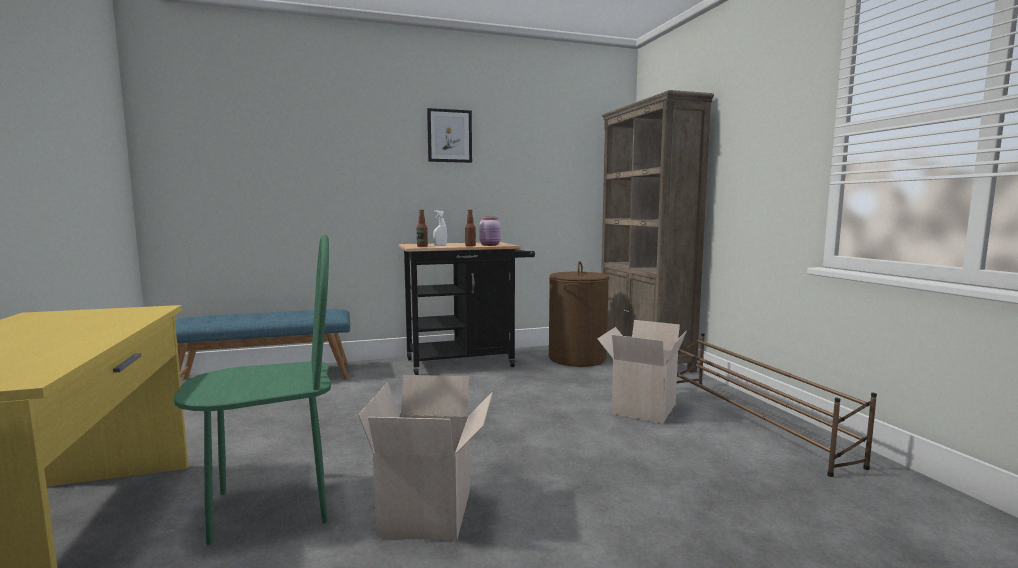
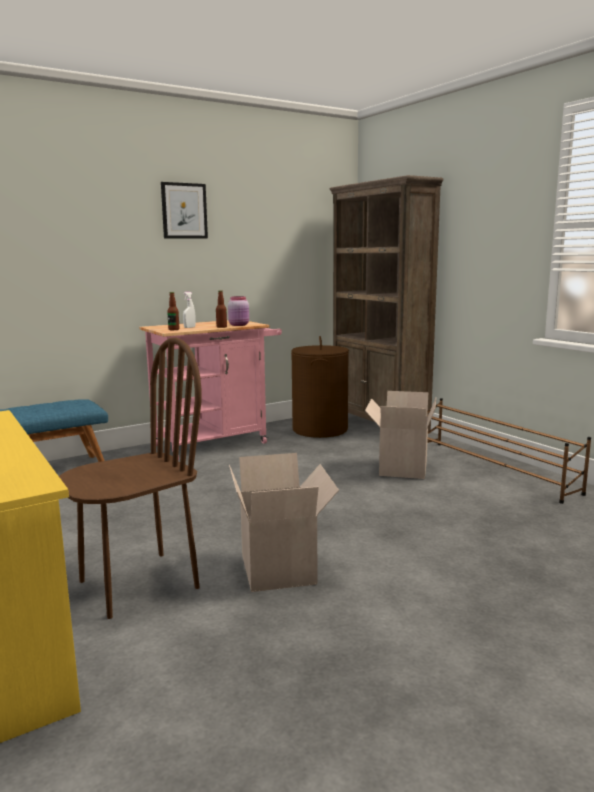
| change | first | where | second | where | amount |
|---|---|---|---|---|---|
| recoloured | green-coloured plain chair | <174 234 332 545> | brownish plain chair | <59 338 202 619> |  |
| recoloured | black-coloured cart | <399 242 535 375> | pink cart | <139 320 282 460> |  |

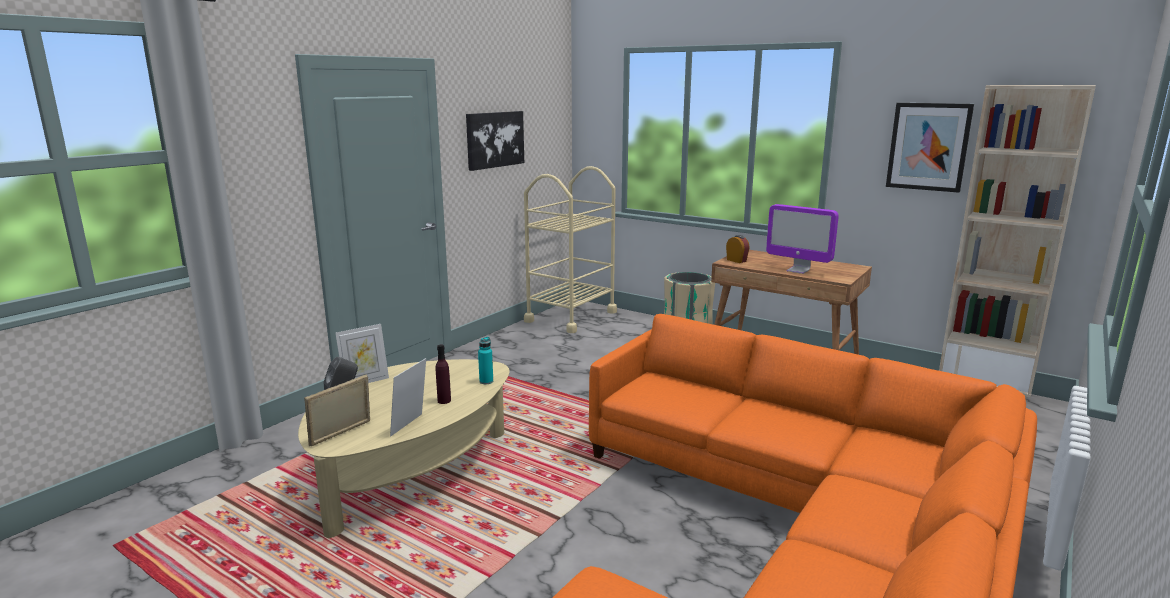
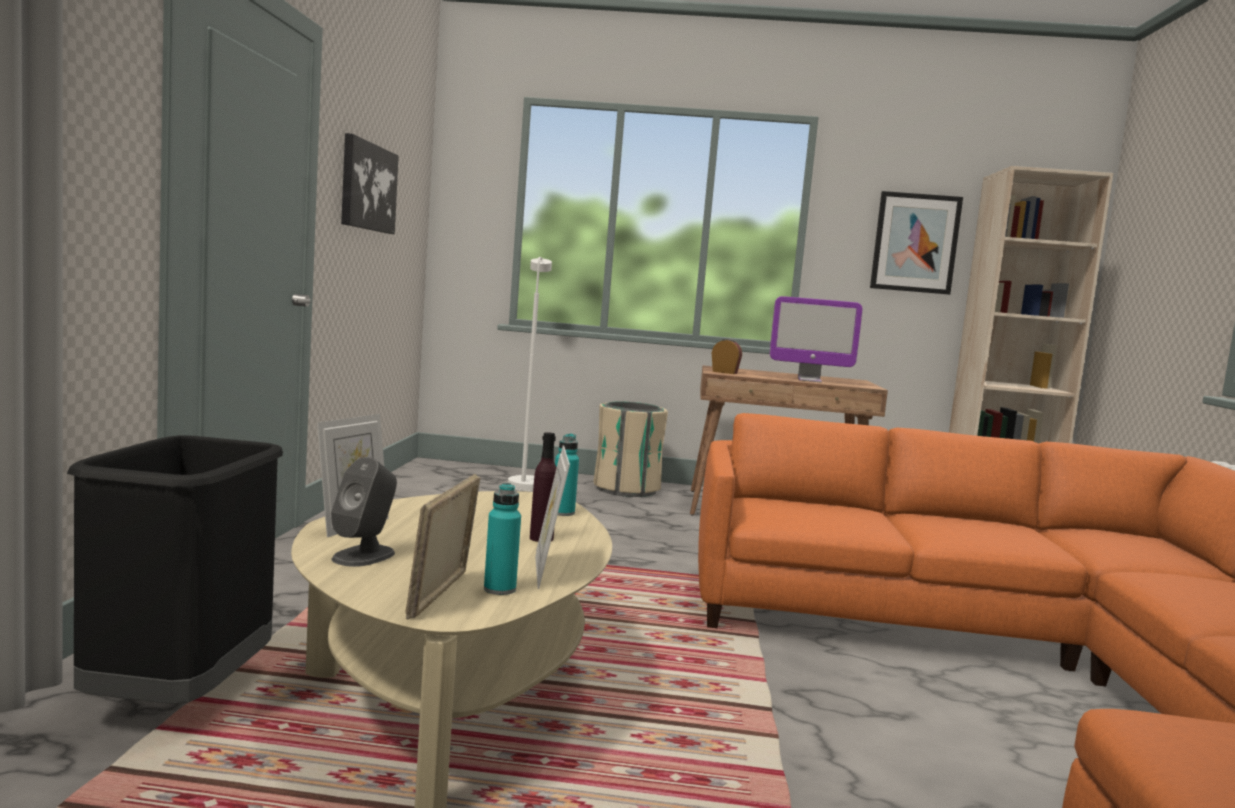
| change | first | where | second | where | amount |
|---|---|---|---|---|---|
| removed | sand-coloured cart | <524 166 617 333> |  |  |  |
| added |  |  | black-coloured trash can | <67 435 283 704> |  |
| added |  |  | turquoise beverage bottle | <484 483 521 595> |  |
| added |  |  | white-coloured standing lamp | <508 257 552 492> |  |

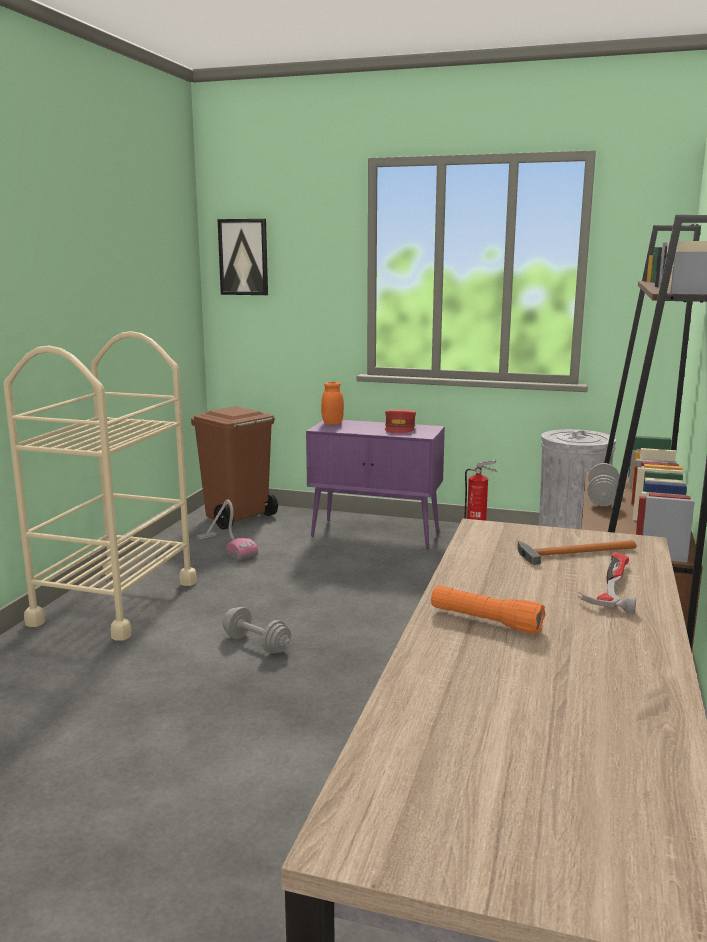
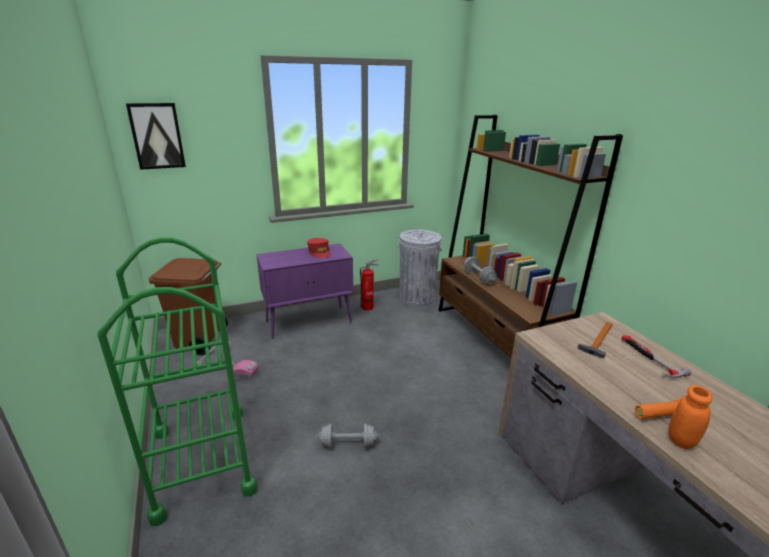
| change | first | where | second | where | amount |
|---|---|---|---|---|---|
| recoloured | sand-coloured cart | <3 331 197 641> | green-coloured cart | <97 237 257 526> |  |
| moved | orangey preserve jar | <321 382 344 425> |  | <668 385 712 449> |  |

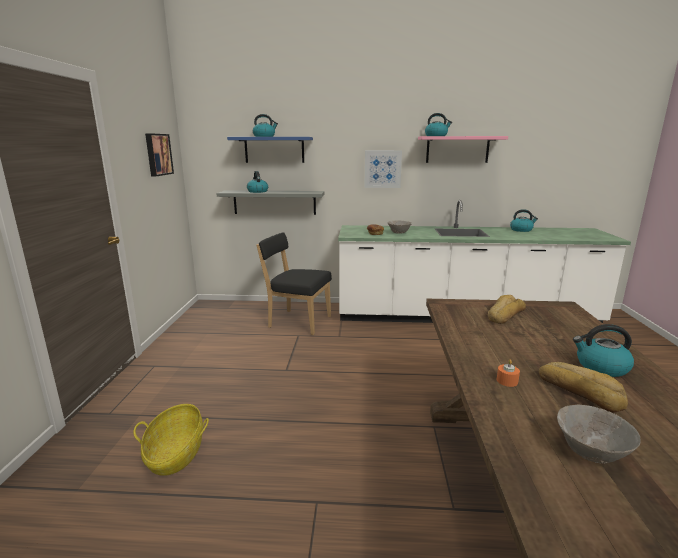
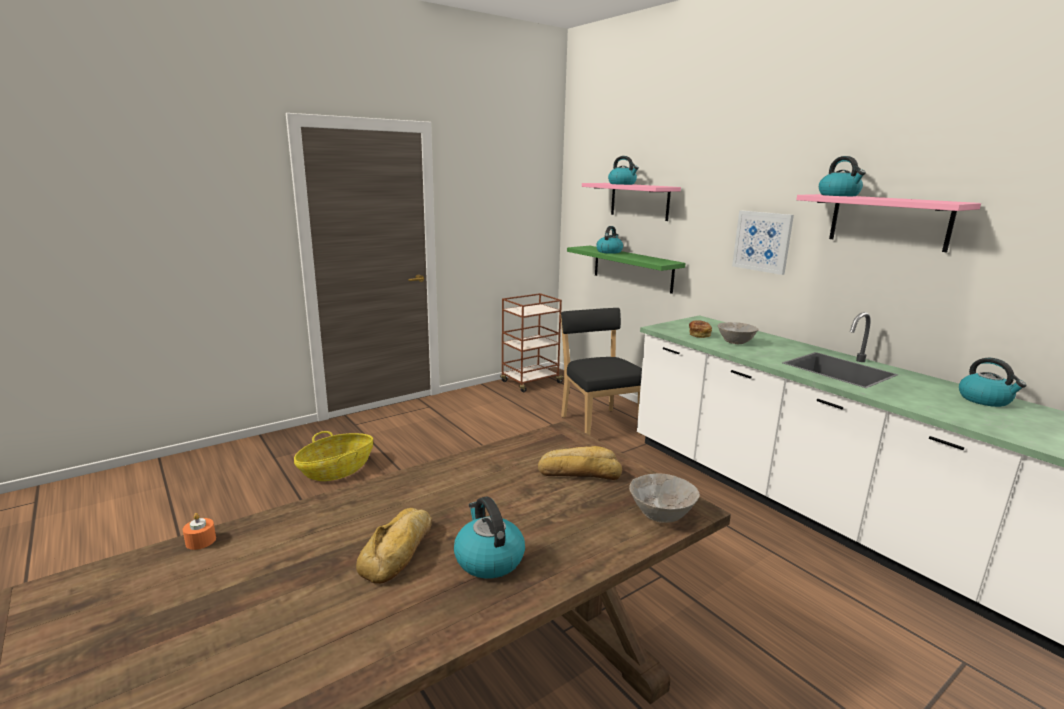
| change | first | where | second | where | amount |
|---|---|---|---|---|---|
| removed | picture | <145 133 174 176> |  |  |  |
| recoloured | greyish bracket shelf | <216 190 324 215> | green-coloured bracket shelf | <567 246 685 294> |  |
| recoloured | blue-coloured bracket shelf | <227 137 313 163> | pink bracket shelf | <582 183 681 221> |  |
| moved | orangey wax candle | <497 360 520 387> |  | <183 513 216 550> |  |
| moved | greyish serving bowl | <557 405 641 464> |  | <629 474 700 523> |  |
| added |  |  | brownish cart | <500 293 564 392> |  |

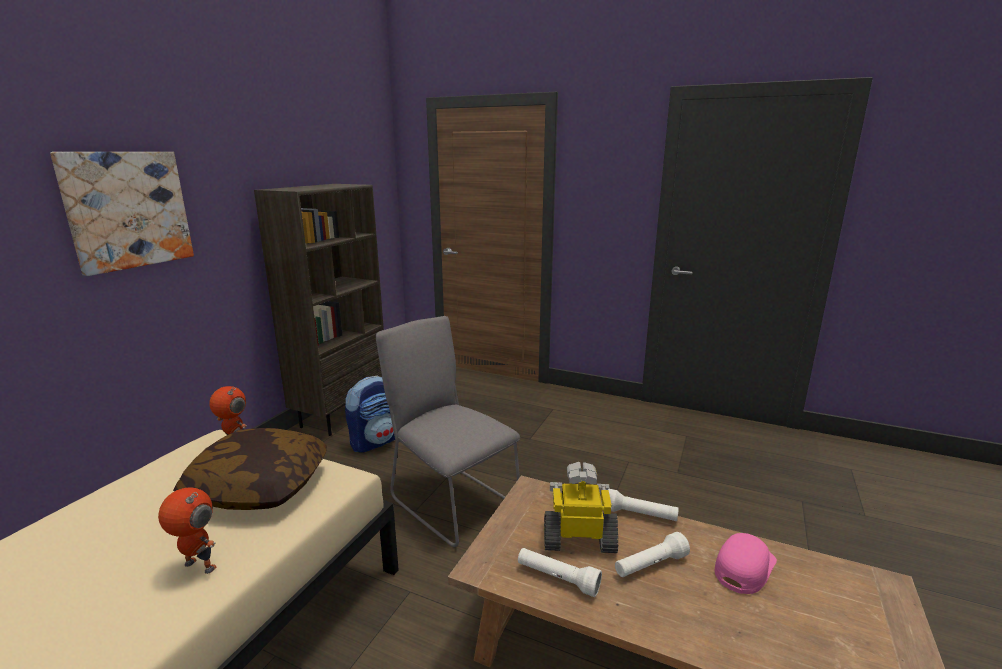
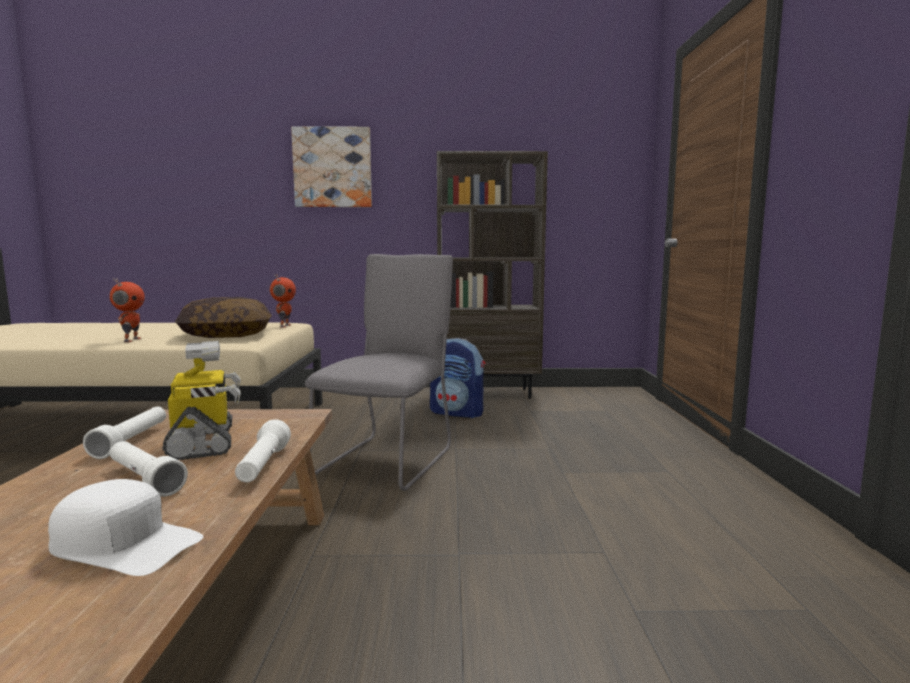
| change | first | where | second | where | amount |
|---|---|---|---|---|---|
| recoloured | pink peaked cap | <715 533 777 594> | white-coloured peaked cap | <48 479 203 576> |  |

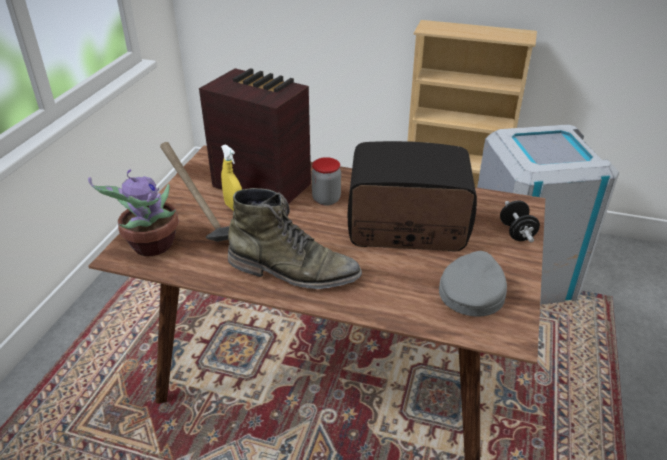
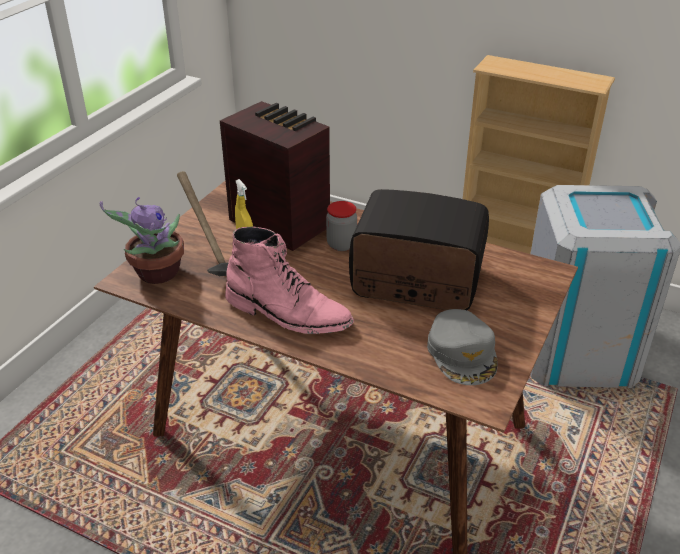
| change | first | where | second | where | amount |
|---|---|---|---|---|---|
| recoloured | green-coloured high-top boot | <228 188 362 289> | pink high-top boot | <225 227 354 334> |  |
| turned | greyish peaked cap | <439 251 507 317> |  | <427 309 498 385> | 135 degrees clockwise |
| removed | black-coloured dumbbell | <500 200 540 243> |  |  |  |

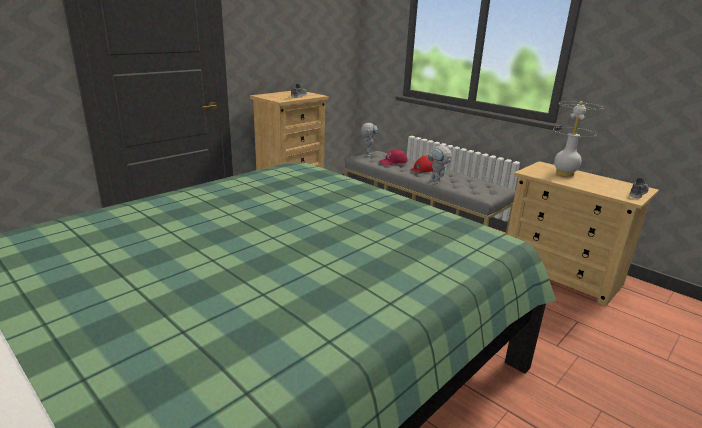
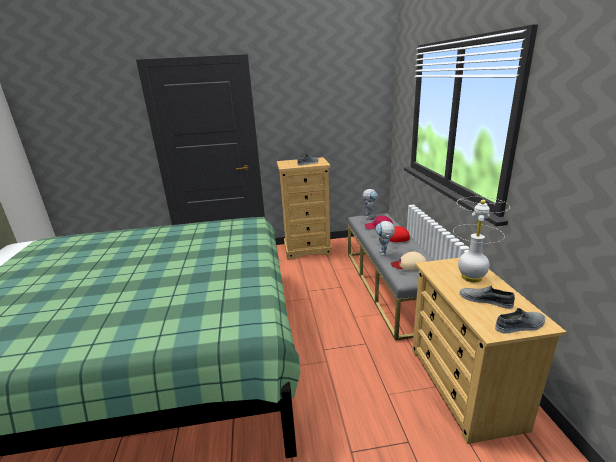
| change | first | where | second | where | amount |
|---|---|---|---|---|---|
| added |  |  | sand-coloured peaked cap | <391 252 427 271> |  |
| added |  |  | greyish shoe | <459 286 515 309> |  |

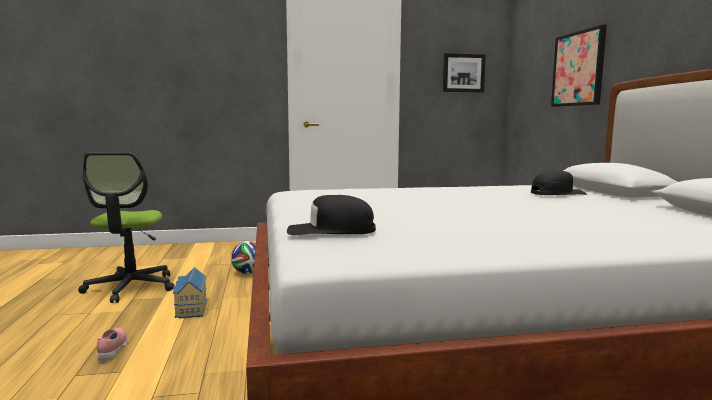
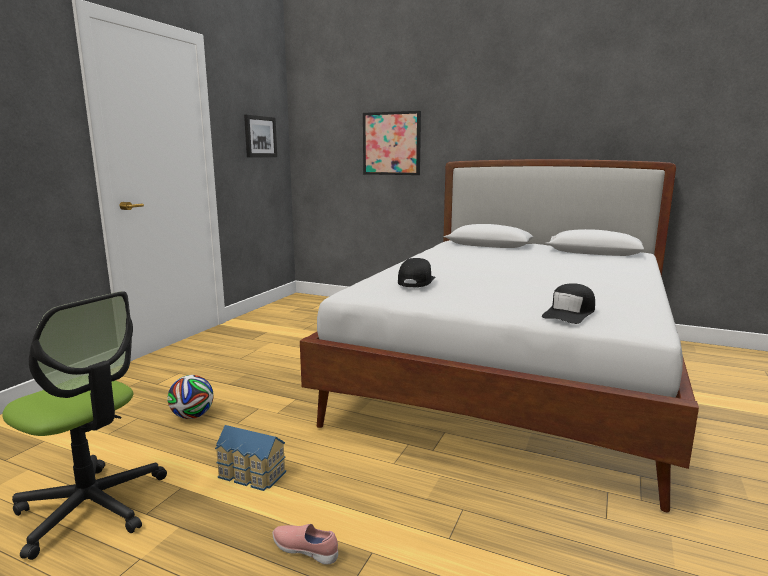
| change | first | where | second | where | amount |
|---|---|---|---|---|---|
| moved | black-coloured peaked cap | <531 170 587 195> |  | <398 258 436 287> |  |

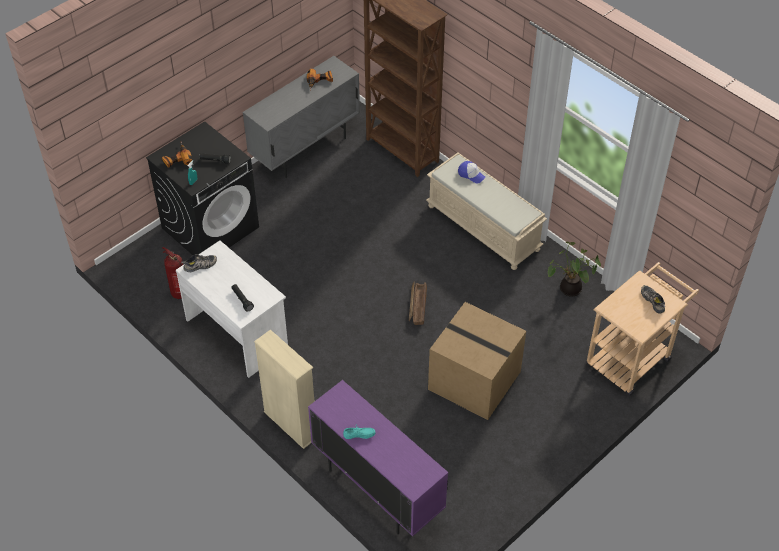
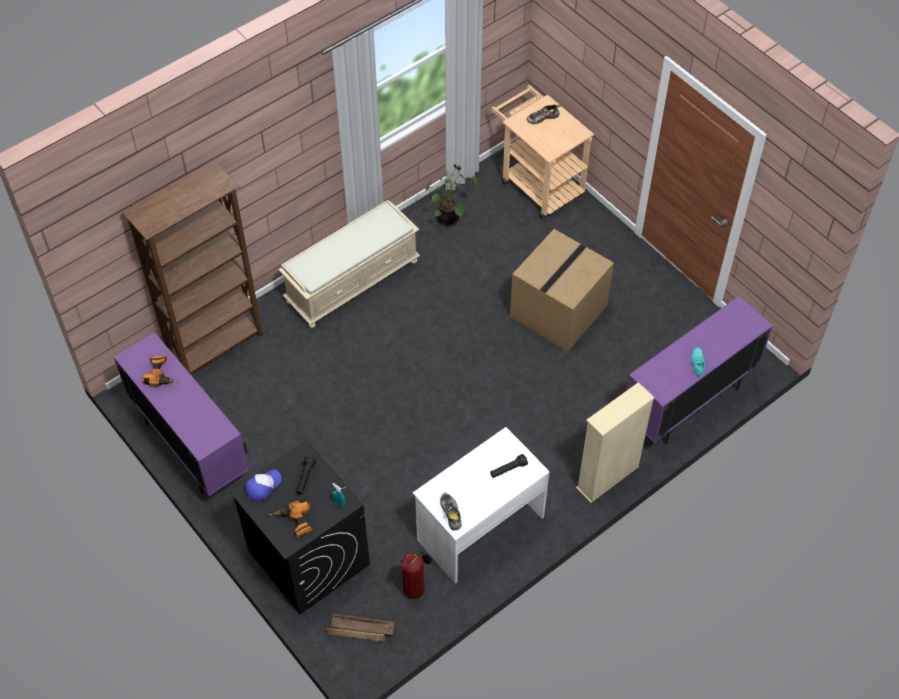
| change | first | where | second | where | amount |
|---|---|---|---|---|---|
| recoloured | greyish cabinet | <243 56 360 178> | purple cabinet | <114 332 249 496> |  |
| moved | packing crate | <409 281 427 325> |  | <326 614 395 642> |  |
| moved | peaked cap | <458 161 485 184> |  | <246 470 282 501> |  |

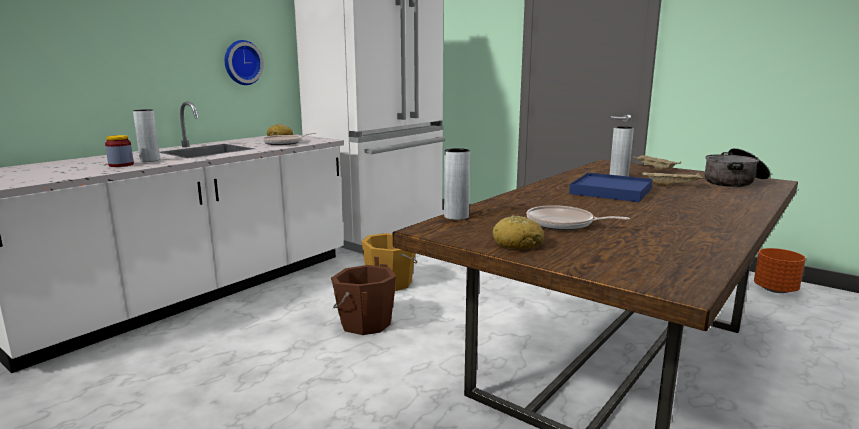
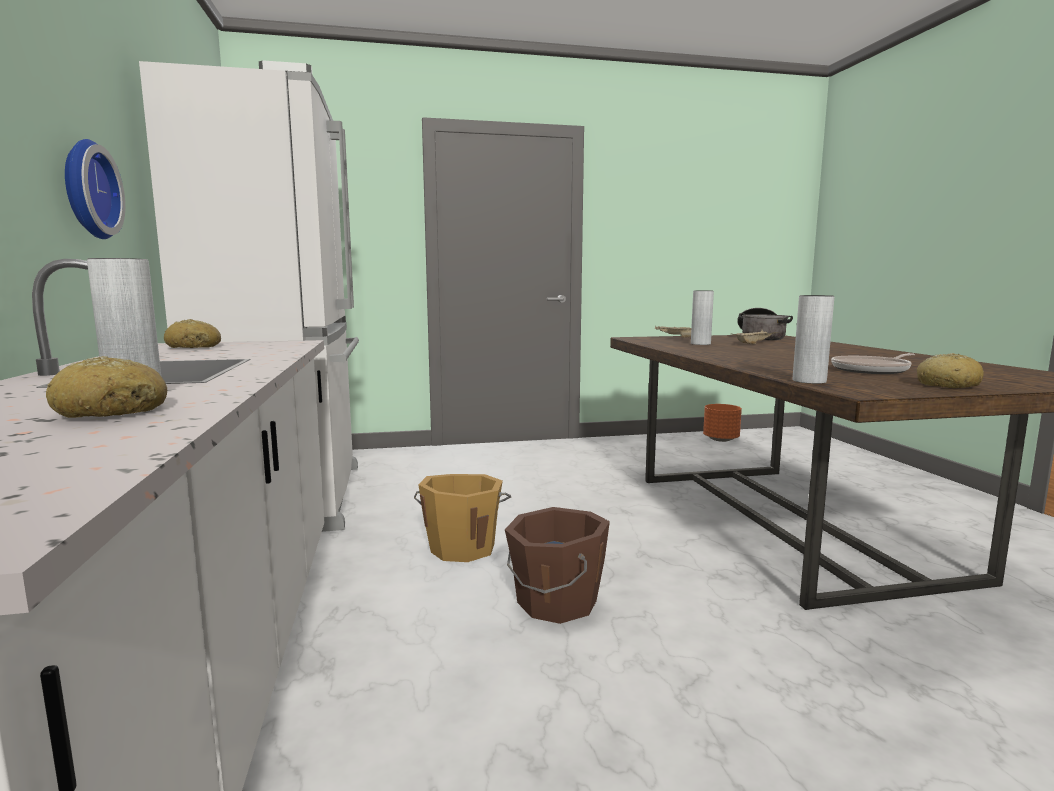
| change | first | where | second | where | amount |
|---|---|---|---|---|---|
| replaced | preserve jar | <105 135 134 167> | baked bread | <46 356 167 418> |  |
| removed | skillet | <262 133 316 145> |  |  |  |
| removed | blue-coloured serving tray | <569 173 653 202> |  |  |  |

